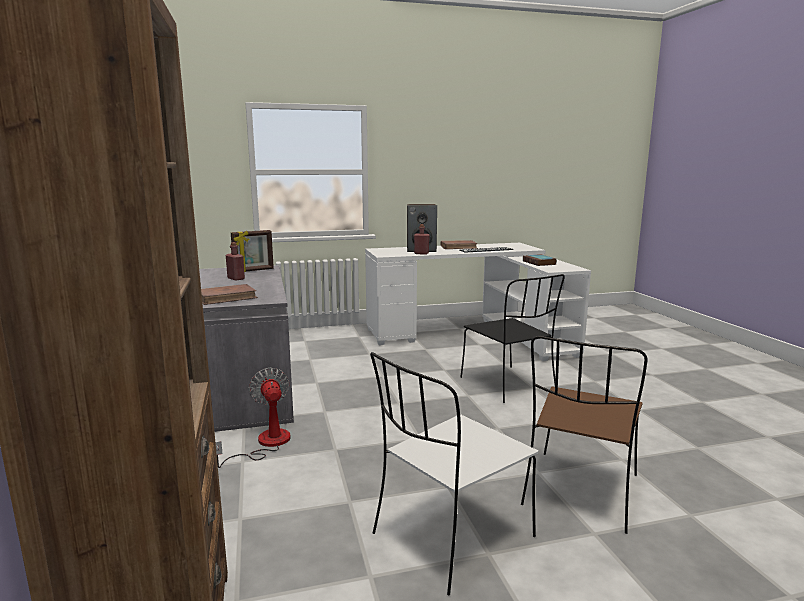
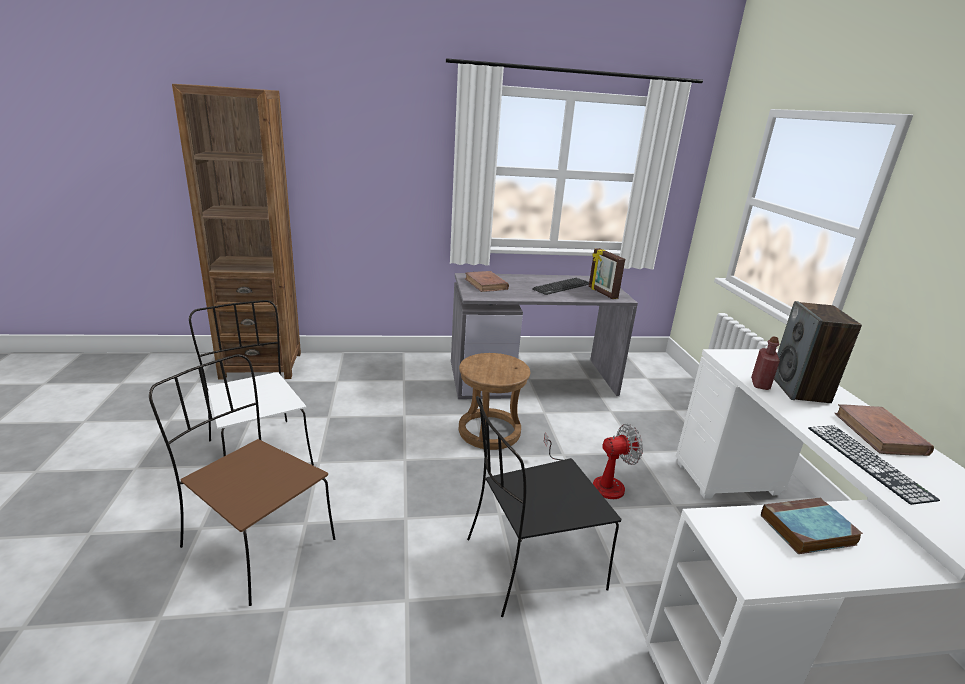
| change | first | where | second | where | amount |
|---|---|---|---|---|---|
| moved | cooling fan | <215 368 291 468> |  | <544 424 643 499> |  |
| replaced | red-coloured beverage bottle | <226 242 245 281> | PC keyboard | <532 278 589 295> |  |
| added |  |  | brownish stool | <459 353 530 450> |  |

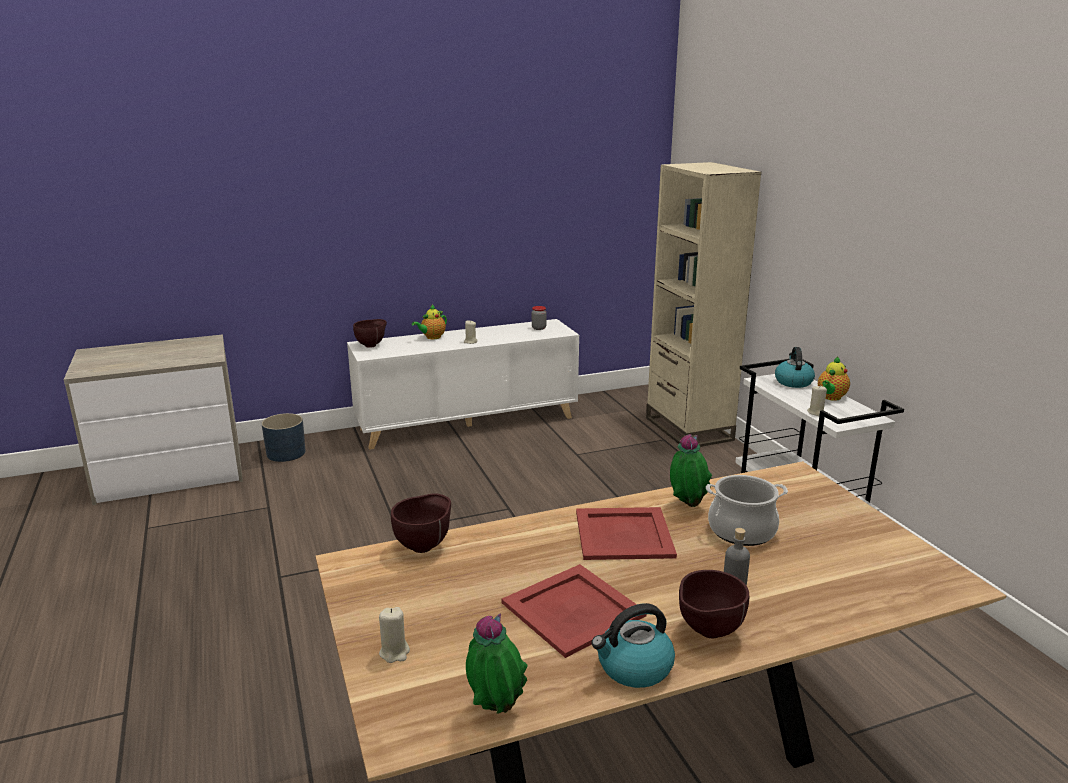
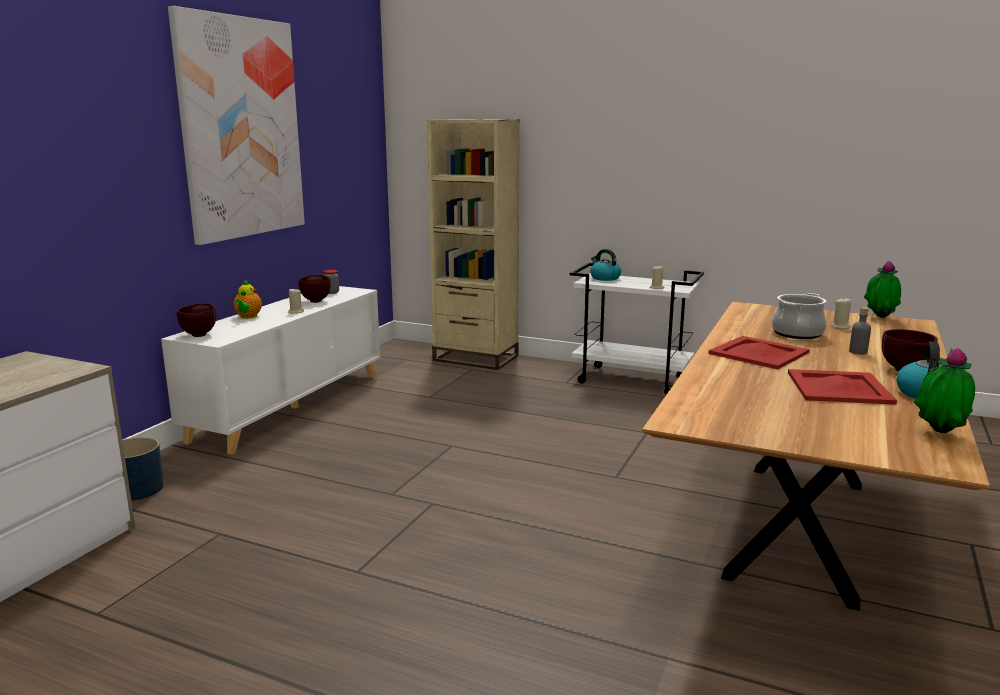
| change | first | where | second | where | amount |
|---|---|---|---|---|---|
| moved | sand-coloured wax candle | <379 607 410 663> |  | <831 297 851 329> |  |
| moved | brownish serving bowl | <391 493 451 553> |  | <298 275 331 303> |  |
| moved | potted plant | <670 434 712 507> |  | <864 261 901 318> |  |
| removed | pot for tea | <818 356 850 401> |  |  |  |
| added |  |  | picture | <168 6 305 245> |  |

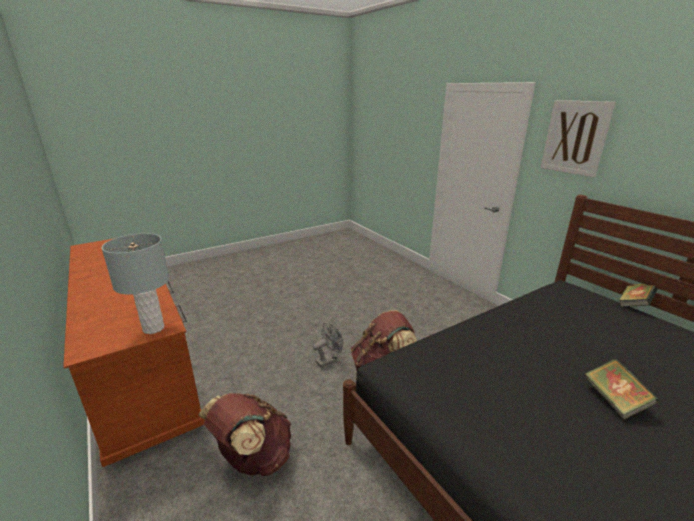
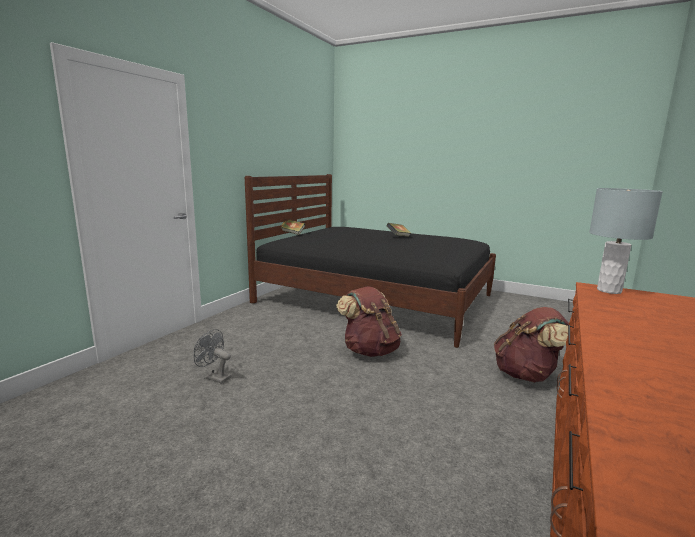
| change | first | where | second | where | amount |
|---|---|---|---|---|---|
| moved | greyish cooling fan | <313 323 343 367> |  | <194 329 231 384> |  |
| removed | picture | <541 100 615 177> |  |  |  |

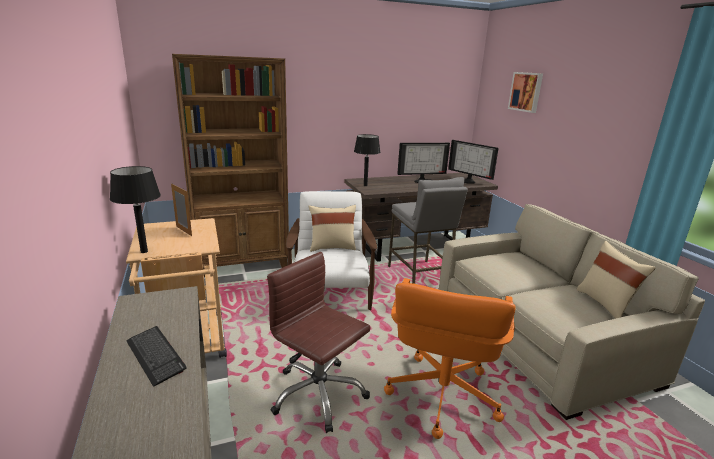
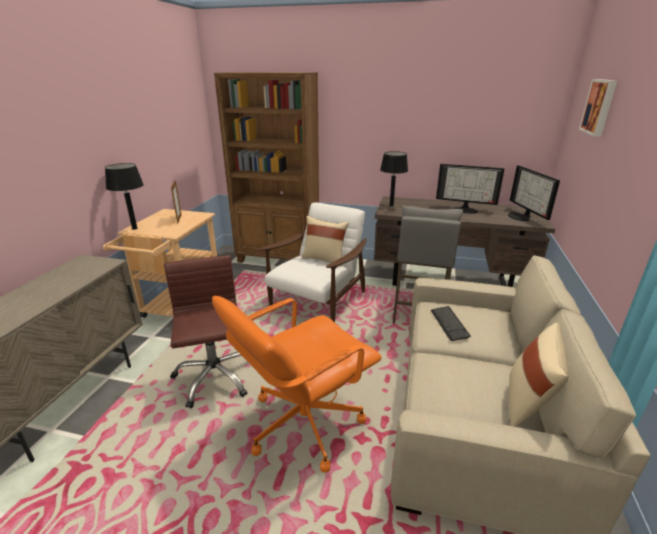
| change | first | where | second | where | amount |
|---|---|---|---|---|---|
| moved | PC keyboard | <126 326 186 387> |  | <431 306 471 341> |  |

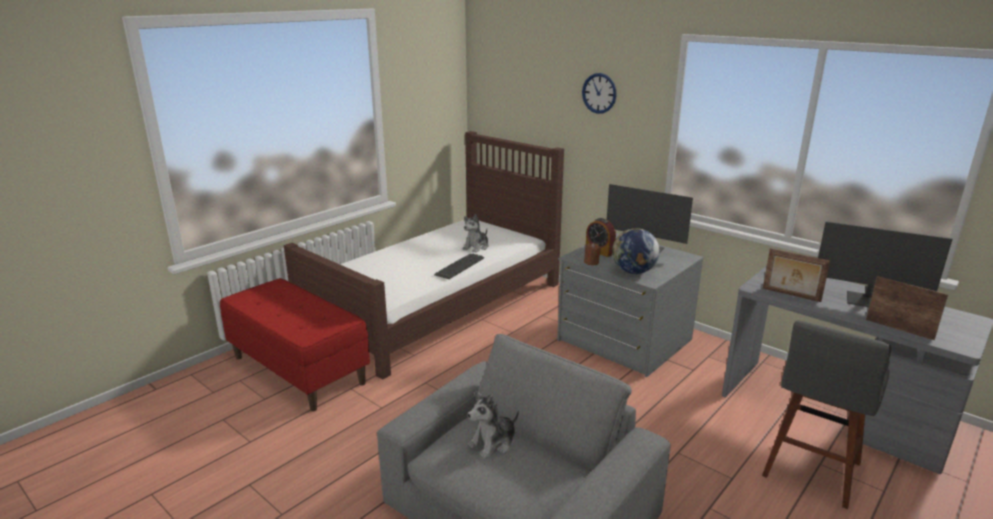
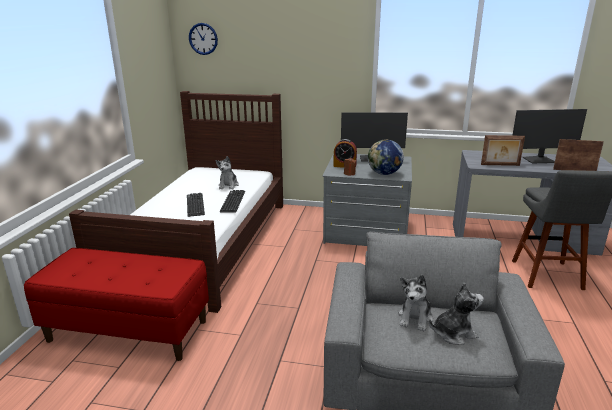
| change | first | where | second | where | amount |
|---|---|---|---|---|---|
| moved | hanging clock | <582 73 617 114> |  | <189 23 218 55> |  |
| added |  |  | PC keyboard | <187 193 205 217> |  |
| added |  |  | plush toy | <429 283 484 345> |  |

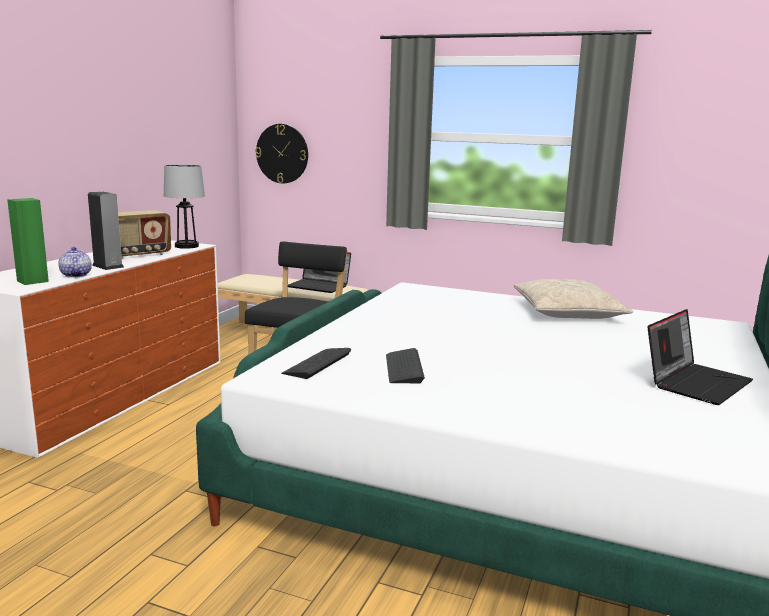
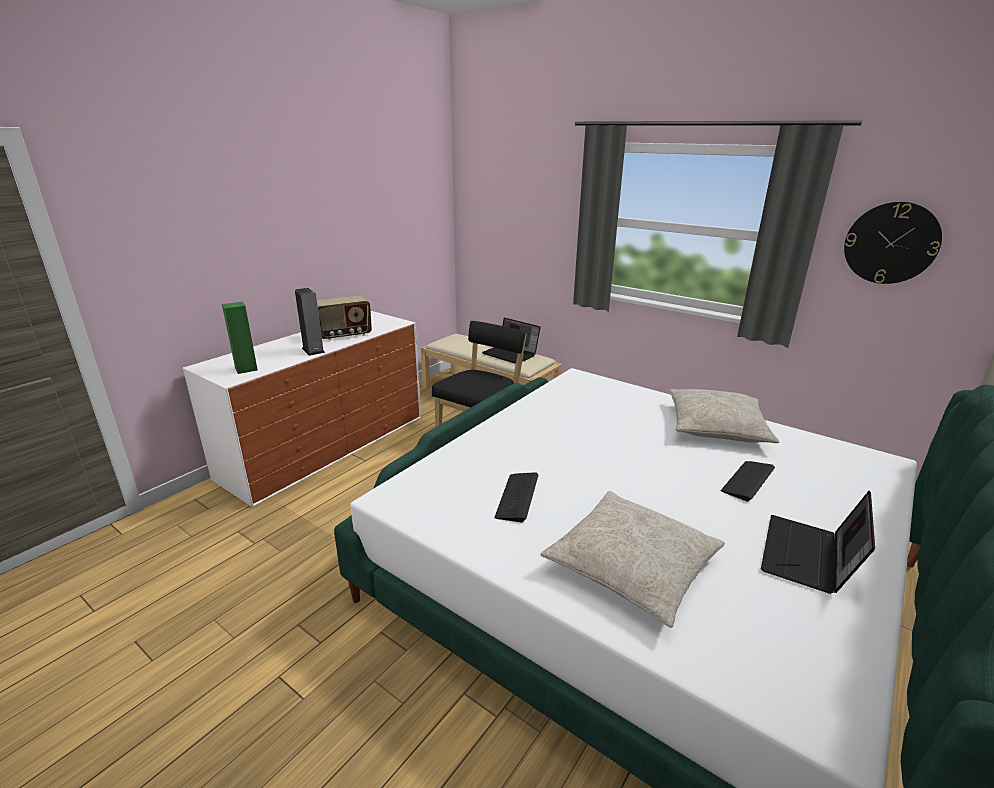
| change | first | where | second | where | amount |
|---|---|---|---|---|---|
| removed | pot for tea | <58 247 92 278> |  |  |  |
| removed | tabletop lamp | <164 164 205 249> |  |  |  |
| moved | hanging clock | <255 124 308 183> |  | <844 202 942 284> |  |
| moved | PC keyboard | <281 348 351 379> |  | <721 461 775 501> |  |
| turned | portable computer | <647 309 753 405> |  | <761 491 875 594> | 150 degrees clockwise |
| added |  |  | sand-coloured cushion | <540 491 725 628> |  |

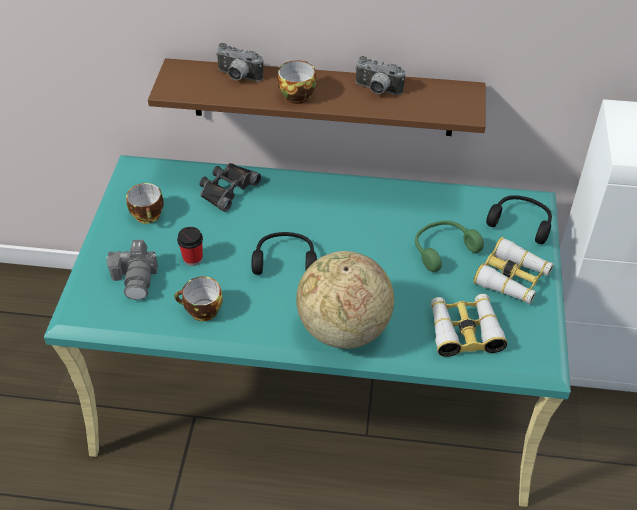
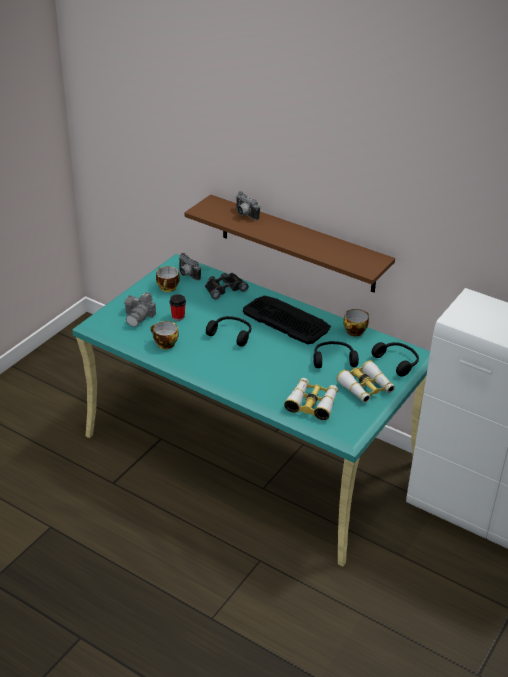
| change | first | where | second | where | amount |
|---|---|---|---|---|---|
| moved | drinking cup | <278 60 317 104> |  | <344 309 369 336> |  |
| removed | globe | <296 251 394 349> |  |  |  |
| moved | photo camera | <355 56 405 95> |  | <179 253 201 281> |  |
| recoloured | green-coloured headset | <415 221 484 272> | black-coloured headset | <313 341 359 368> |  |
| added |  |  | PC keyboard | <243 296 331 344> |  |

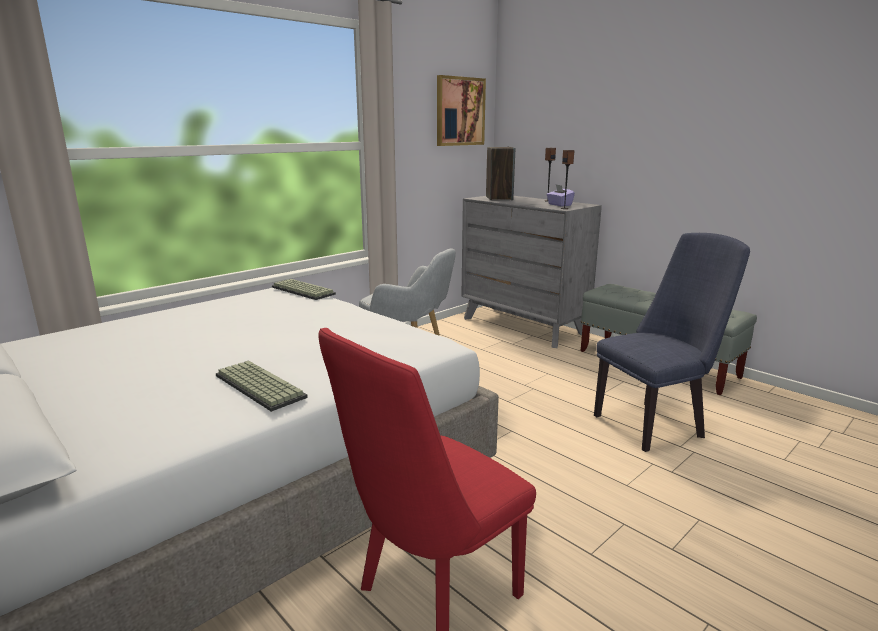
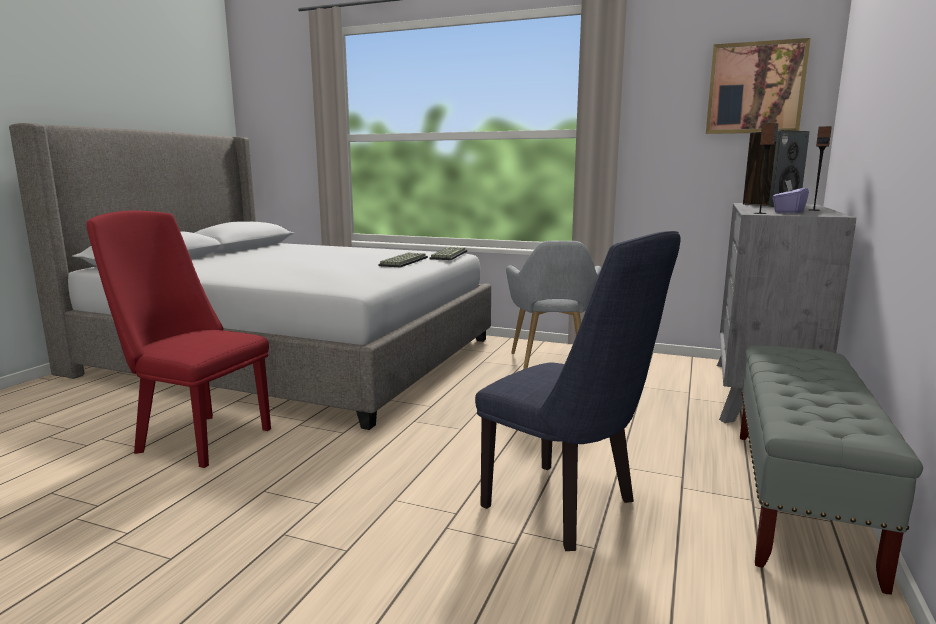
| change | first | where | second | where | amount |
|---|---|---|---|---|---|
| moved | PC keyboard | <216 360 308 412> |  | <378 253 428 268> |  |

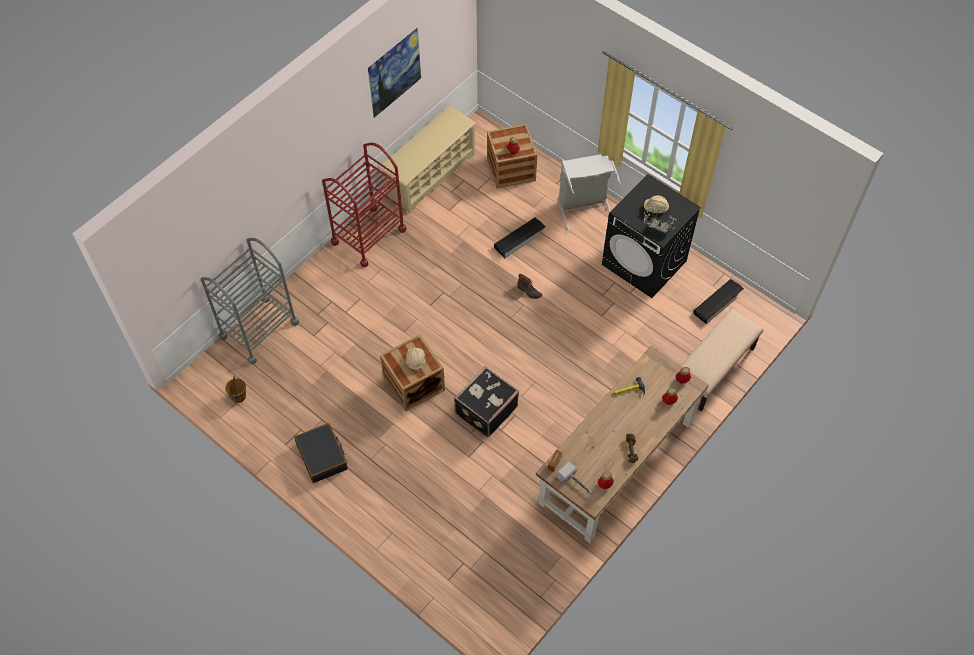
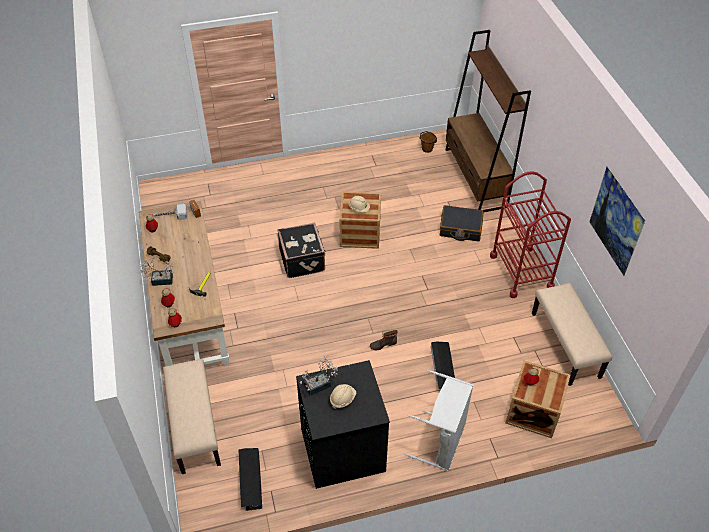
| change | first | where | second | where | amount |
|---|---|---|---|---|---|
| replaced | greyish cart | <201 238 299 364> | brownish bookshelf | <445 30 531 212> |  |
| moved | black-coloured travel case | <294 423 348 483> |  | <440 205 484 241> |  |
| replaced | sand-coloured shoe stand | <379 106 476 214> | sand-coloured bench | <532 283 612 386> |  |
| added |  |  | potted plant | <140 257 176 286> |  |

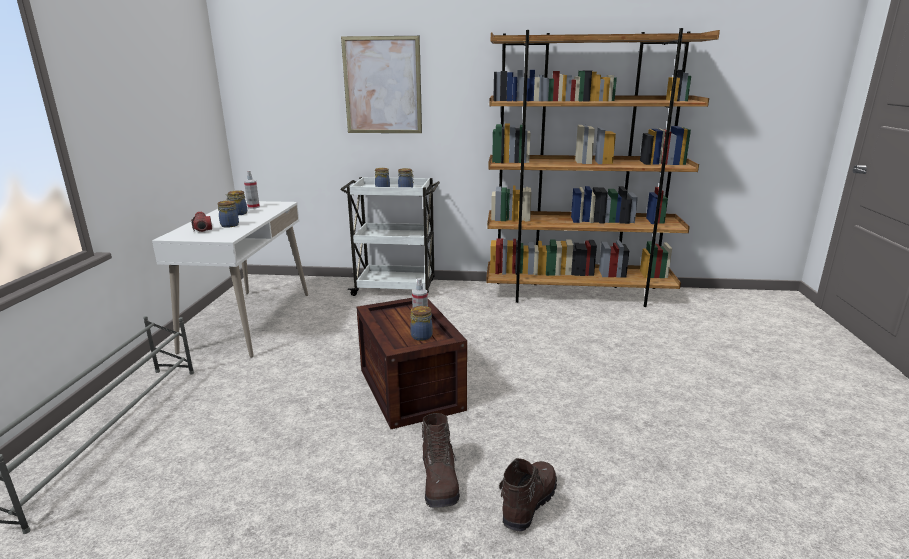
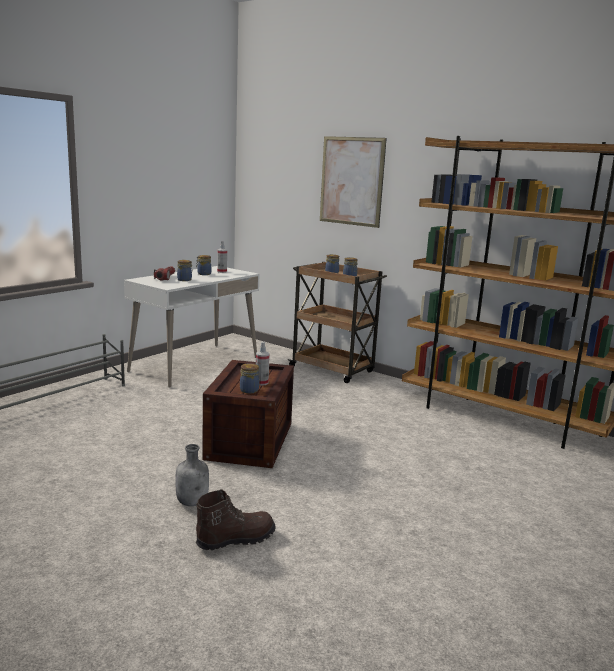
| change | first | where | second | where | amount |
|---|---|---|---|---|---|
| recoloured | white-coloured cart | <340 177 440 296> | brownish cart | <288 262 387 383> |  |
| replaced | brownish high-top boot | <422 413 460 508> | greyish beverage bottle | <175 444 209 506> |  |

